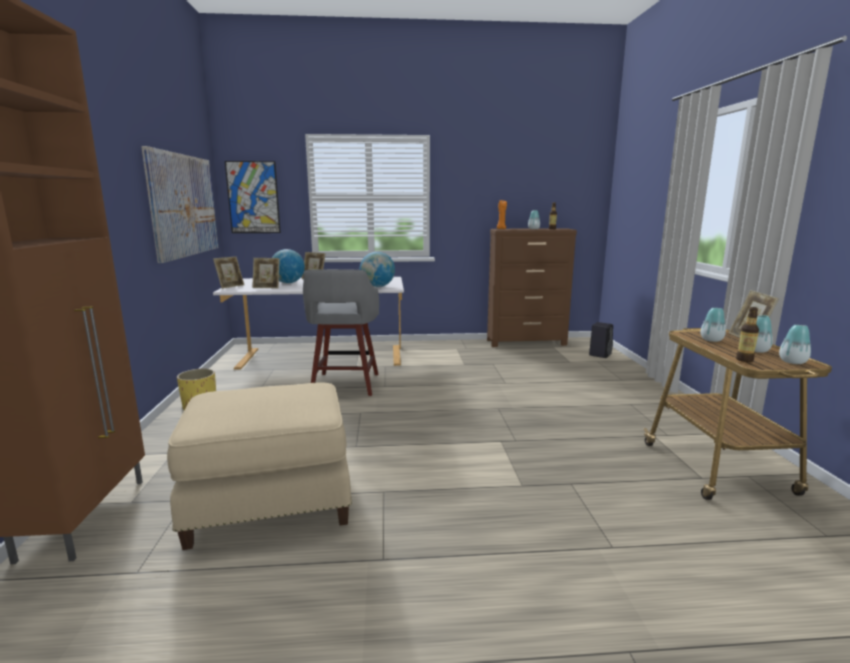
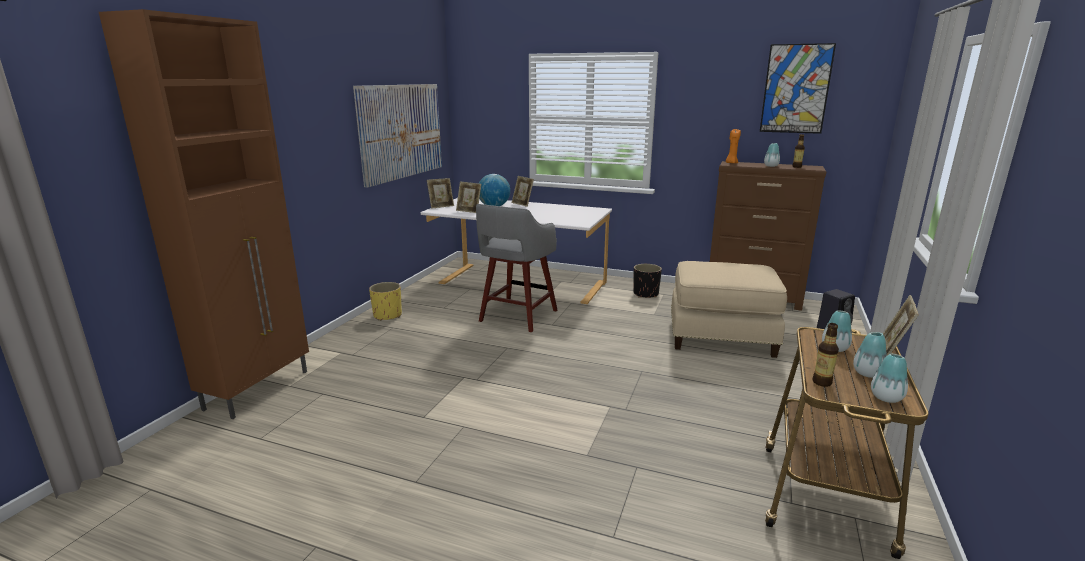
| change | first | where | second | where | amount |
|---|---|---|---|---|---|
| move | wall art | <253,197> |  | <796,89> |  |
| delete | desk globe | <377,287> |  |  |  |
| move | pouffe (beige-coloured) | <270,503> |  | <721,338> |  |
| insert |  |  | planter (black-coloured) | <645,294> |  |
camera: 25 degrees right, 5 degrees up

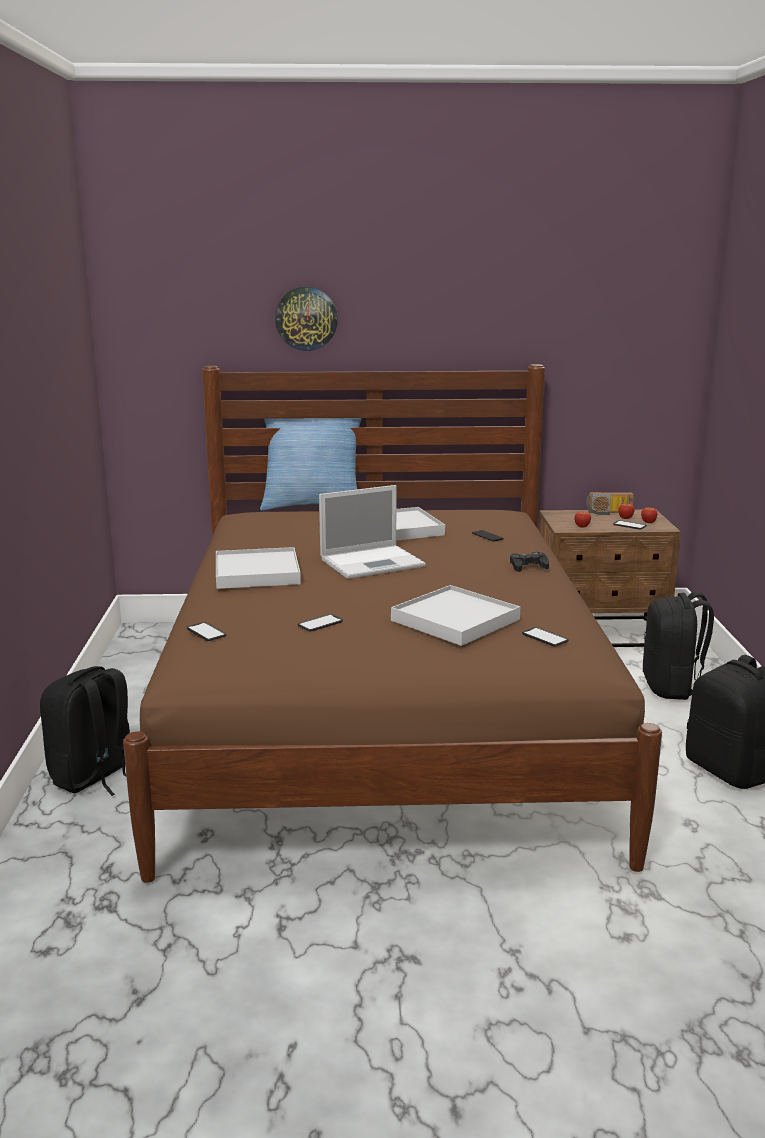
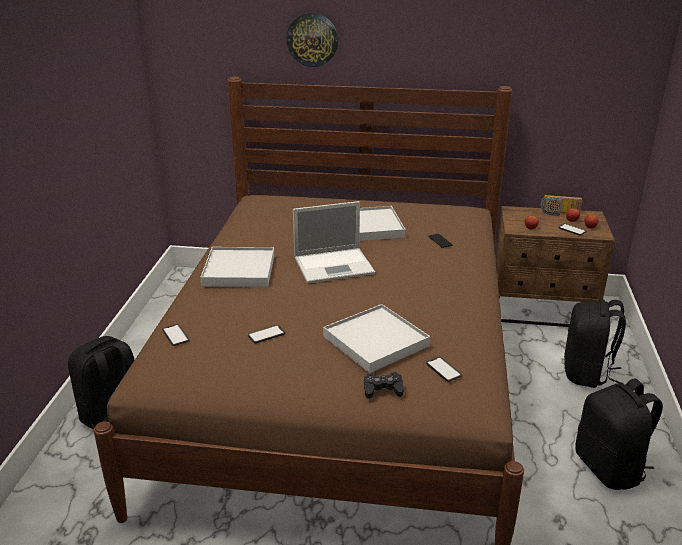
| change | first | where | second | where | amount |
|---|---|---|---|---|---|
| delete | pillow | <313,506> |  |  |  |
| move | game controller (black-coloured) | <528,566> |  | <383,389> |  |
camera: 10 degrees right, 10 degrees up

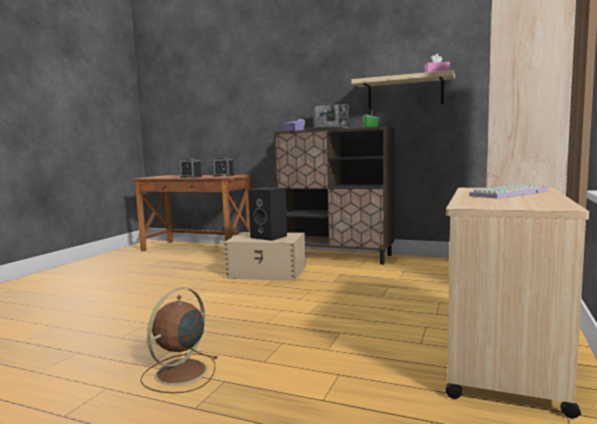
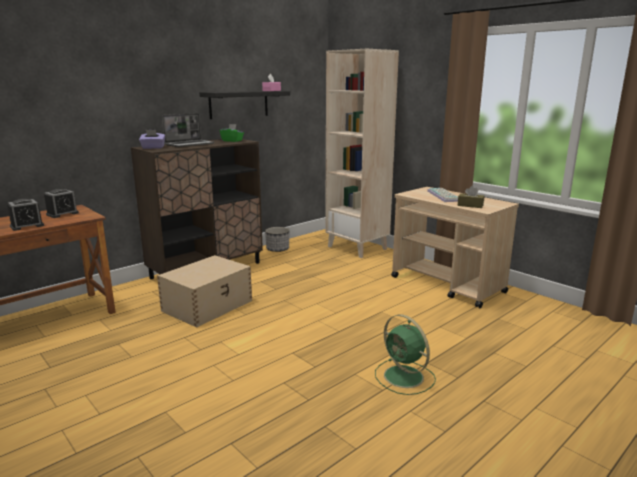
| change | first | where | second | where | amount |
|---|---|---|---|---|---|
| recolor | bracket shelf (beige-coloured) | <405,92> | bracket shelf (black-coloured) | <239,104> |  |
| delete | audio speaker (black-coloured) | <269,237> |  |  |  |
| recolor | cooling fan (brownish) | <179,373> | cooling fan (green-coloured) | <405,377> |  |
| insert |  |  | tissue holder (brownish) | <470,205> |  |
| insert |  |  | planter | <277,249> |  |
camera: 65 degrees left, 10 degrees up

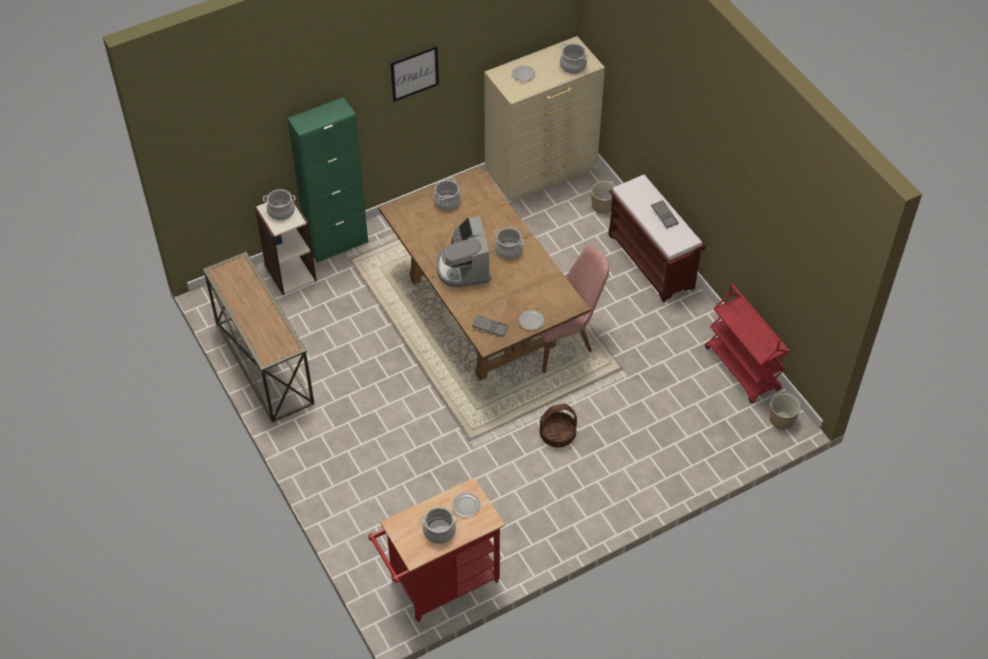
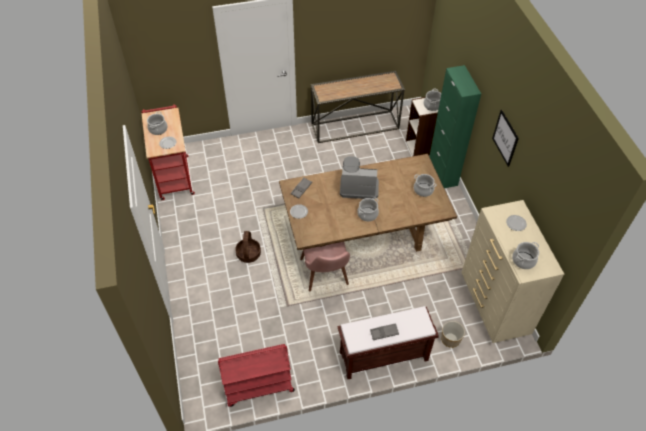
| change | first | where | second | where | amount |
|---|---|---|---|---|---|
| delete | planter | <782,419> |  |  |  |
camera: 105 degrees right, 0 degrees up

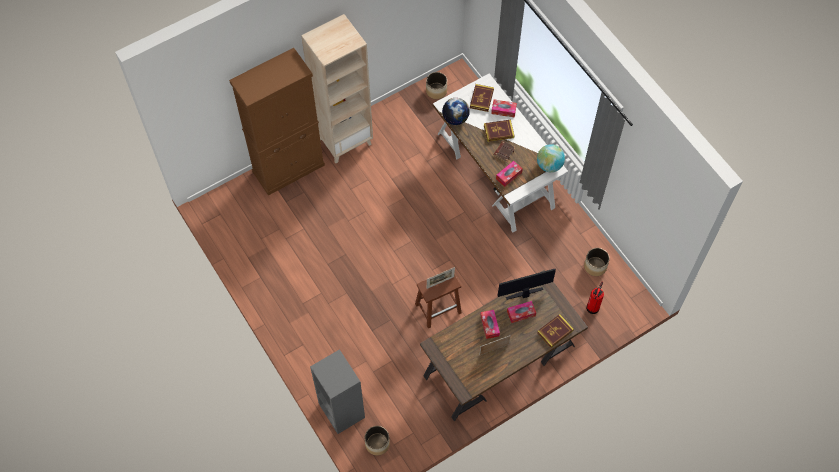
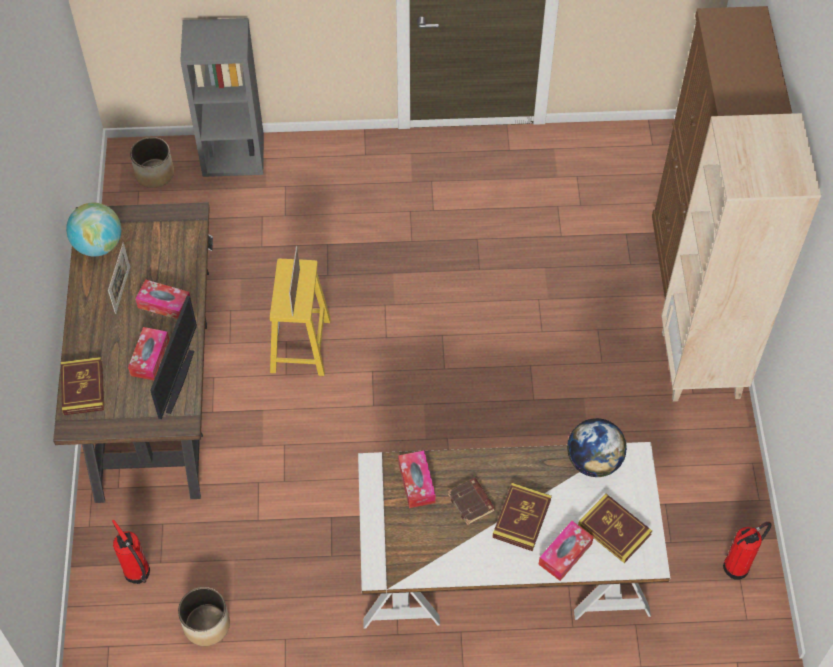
| change | first | where | second | where | amount |
|---|---|---|---|---|---|
| replace | planter | <436,91> | fire extinguisher | <738,566> |  |
| move | desk globe | <549,165> |  | <98,245> |  |
| recolor | sitting stool (brownish) | <438,308> | sitting stool (yellow) | <300,346> |  |
camera: 120 degrees right, 5 degrees down

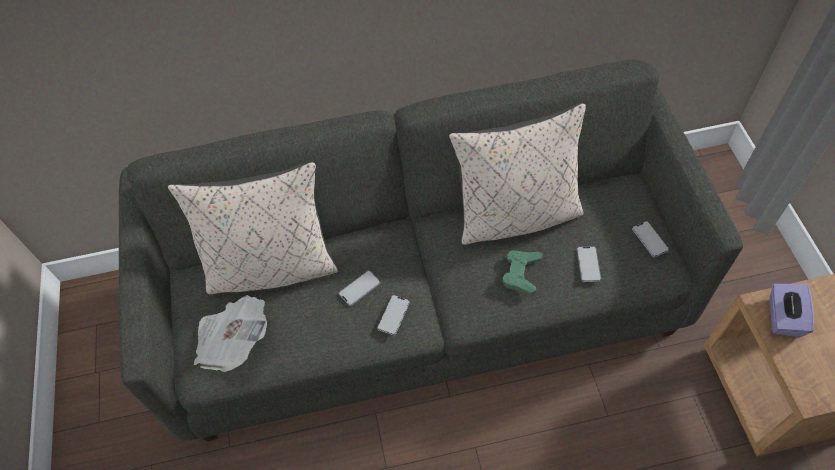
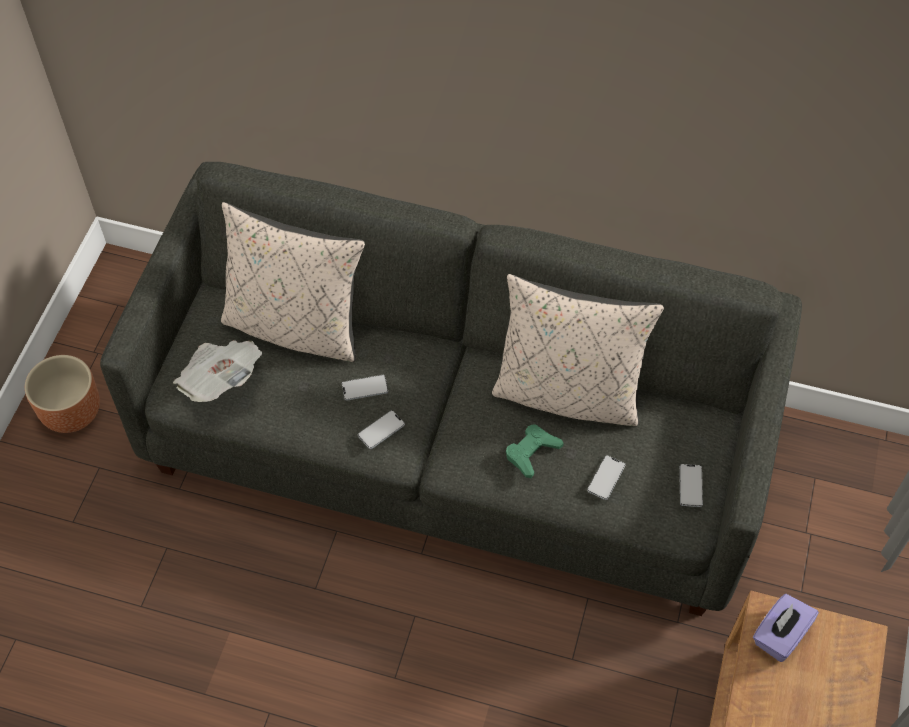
| change | first | where | second | where | amount |
|---|---|---|---|---|---|
| insert |  |  | planter (brownish) | <72,411> |  |
camera: 25 degrees right, 0 degrees up

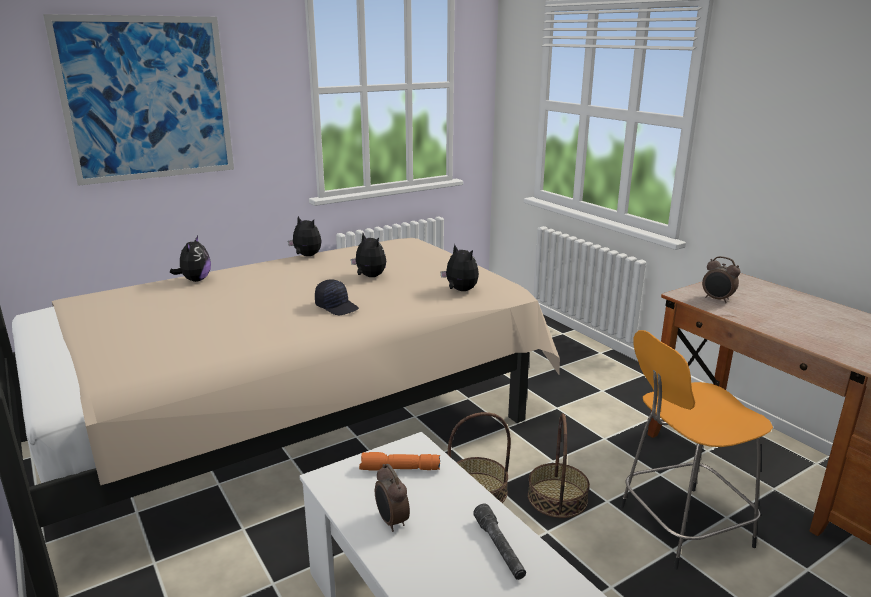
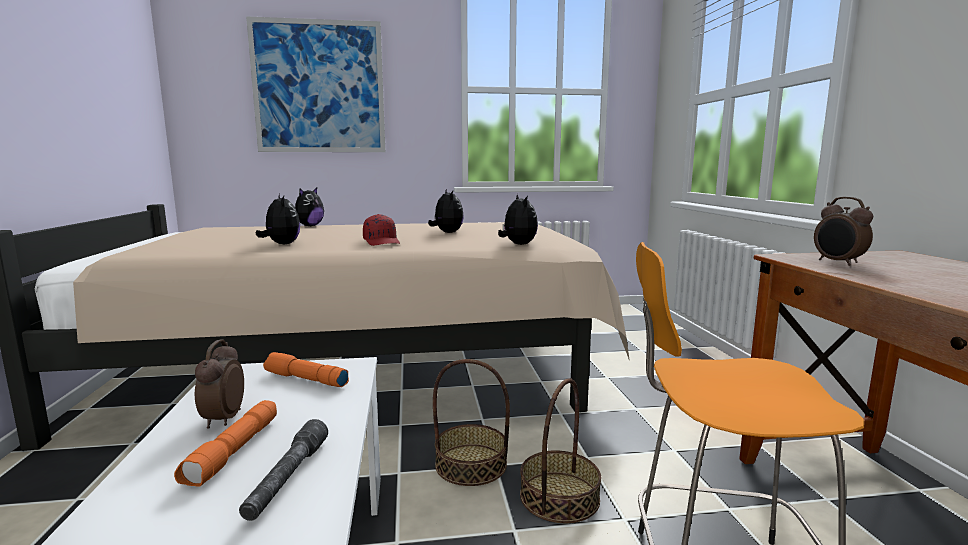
| change | first | where | second | where | amount |
|---|---|---|---|---|---|
| move | soft toy | <306,256> |  | <281,244> |  |
| recolor | baseball cap (black-coloured) | <337,307> | baseball cap (red-coloured) | <382,242> |  |
| insert |  |  | flashlight (orangey) | <235,452> |  |
camera: 25 degrees right, 10 degrees down

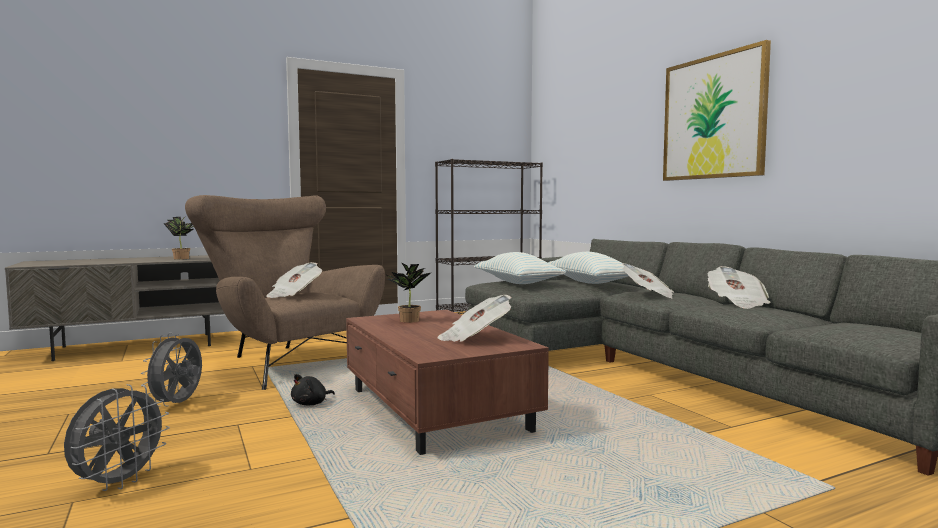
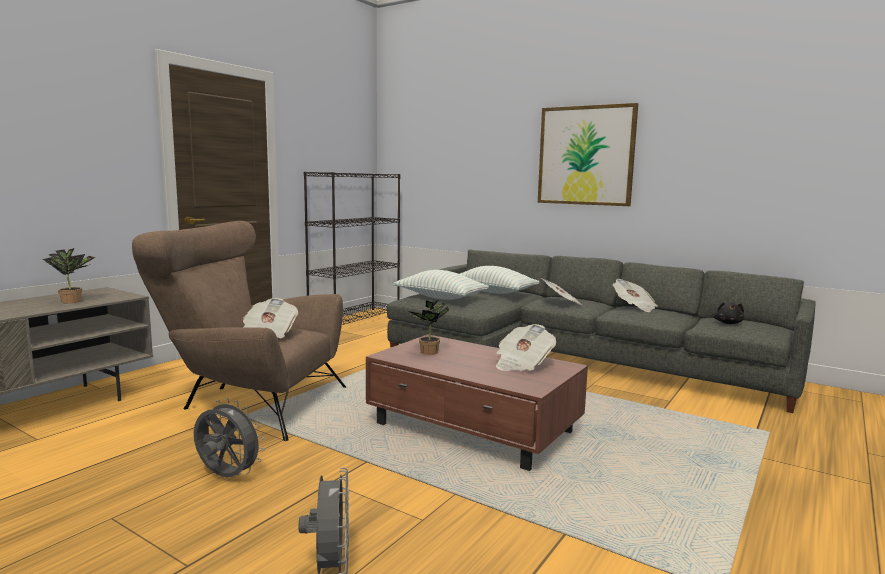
| change | first | where | second | where | amount |
|---|---|---|---|---|---|
| rotate | cooling fan (gray) | <177,405> |  | <226,477> | 135 degrees clockwise |
| move | soft toy (black-coloured) | <311,404> |  | <728,323> |  |
camera: 30 degrees left, 5 degrees up

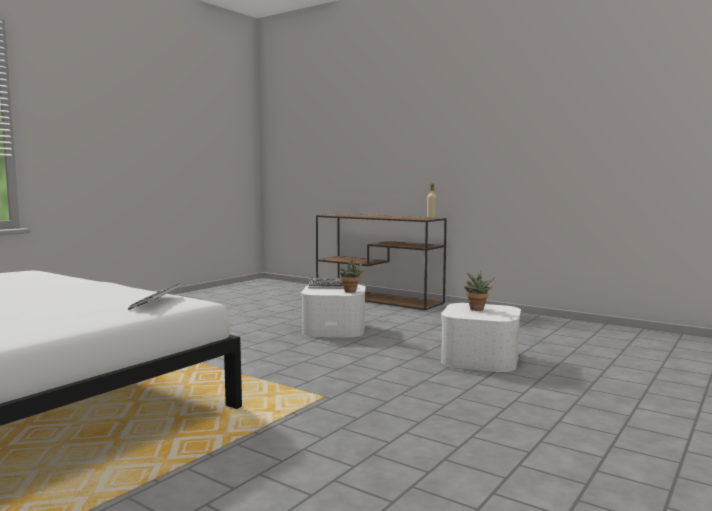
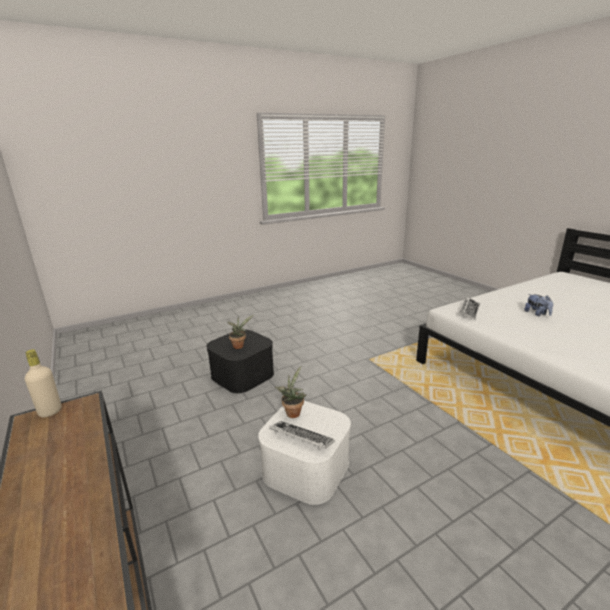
| change | first | where | second | where | amount |
|---|---|---|---|---|---|
| recolor | storage bin (whitish) | <480,359> | storage bin (black-coloured) | <242,374> |  |
| insert |  |  | soft toy | <537,314> |  |
camera: 155 degrees left, 15 degrees up

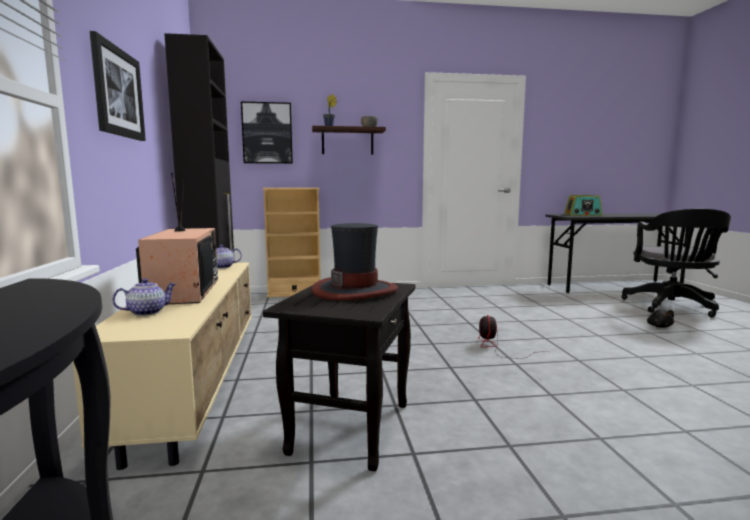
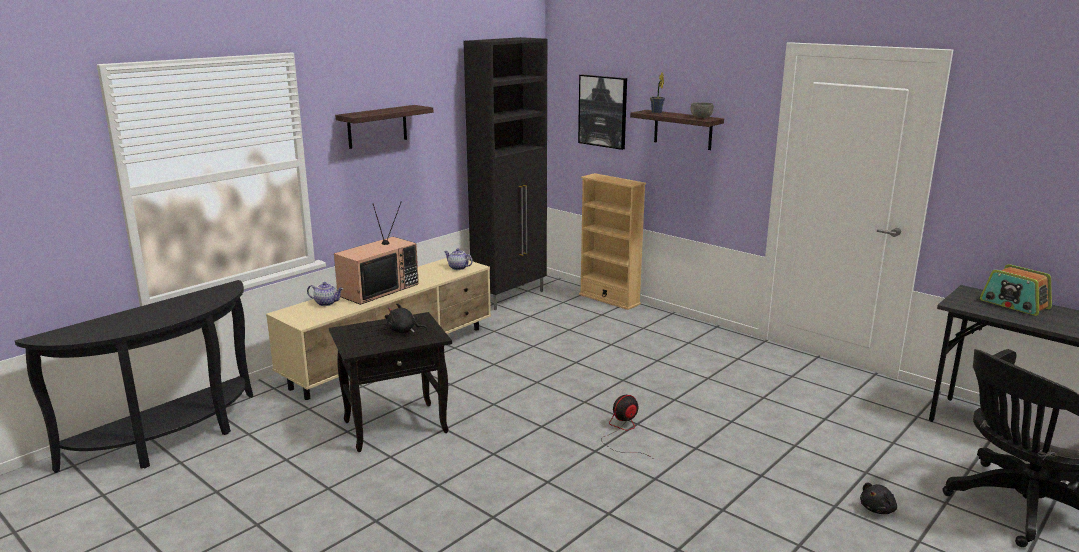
| change | first | where | second | where | amount |
|---|---|---|---|---|---|
| replace | wall art | <117,92> | bracket shelf | <377,126> |  |
| replace | hat | <355,290> | soft toy (black-coloured) | <404,331> |  |
camera: 50 degrees right, 10 degrees up

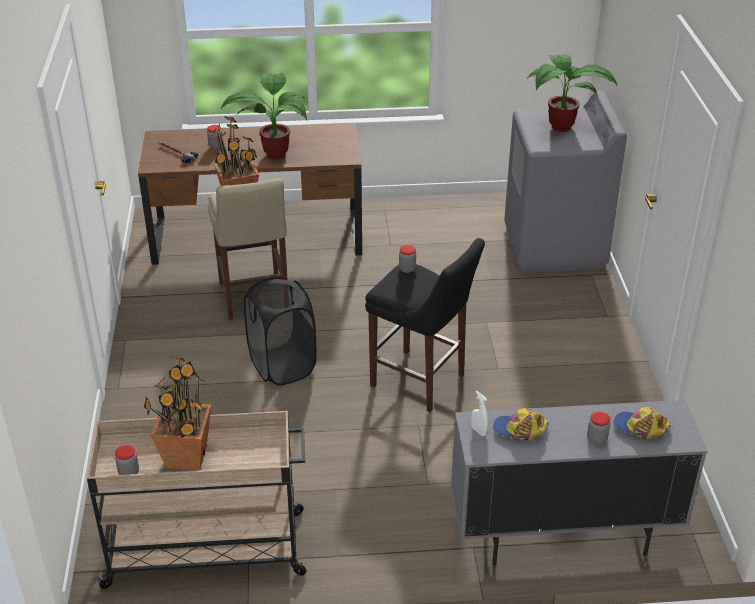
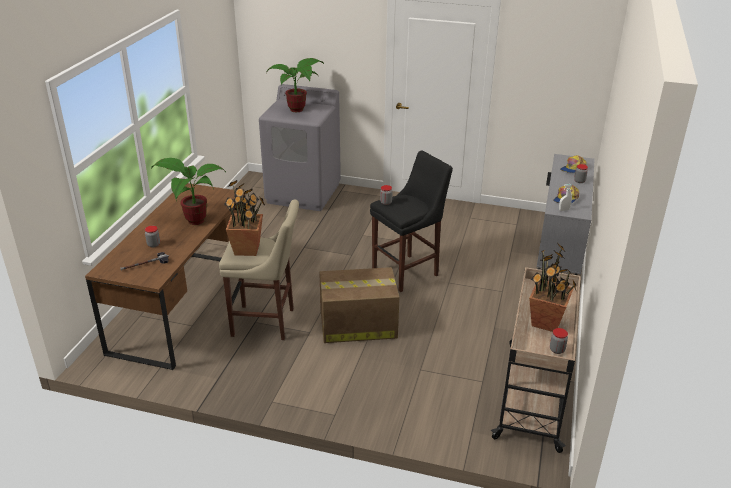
| change | first | where | second | where | amount |
|---|---|---|---|---|---|
| replace | hamper (black-coloured) | <282,366> | cardboard box | <357,325> |  |
camera: 70 degrees left, 5 degrees down

